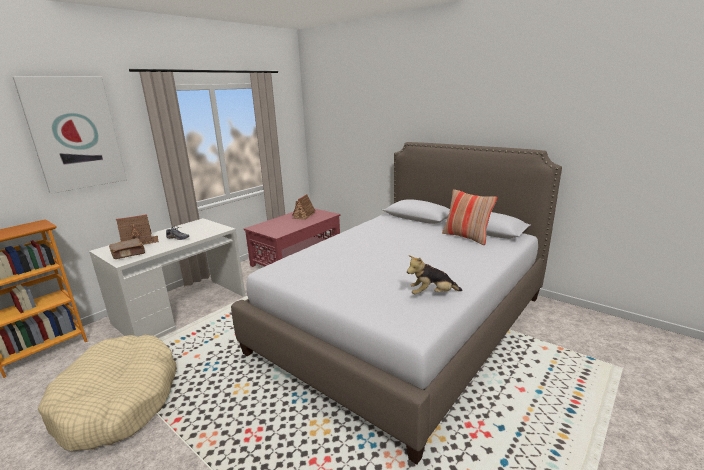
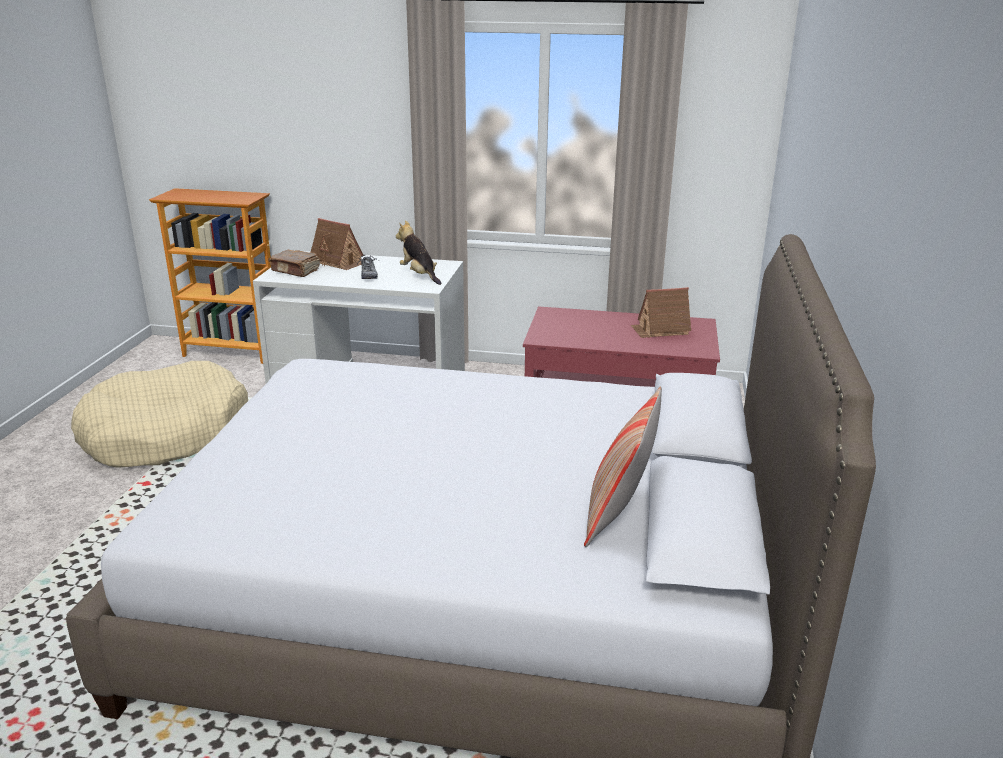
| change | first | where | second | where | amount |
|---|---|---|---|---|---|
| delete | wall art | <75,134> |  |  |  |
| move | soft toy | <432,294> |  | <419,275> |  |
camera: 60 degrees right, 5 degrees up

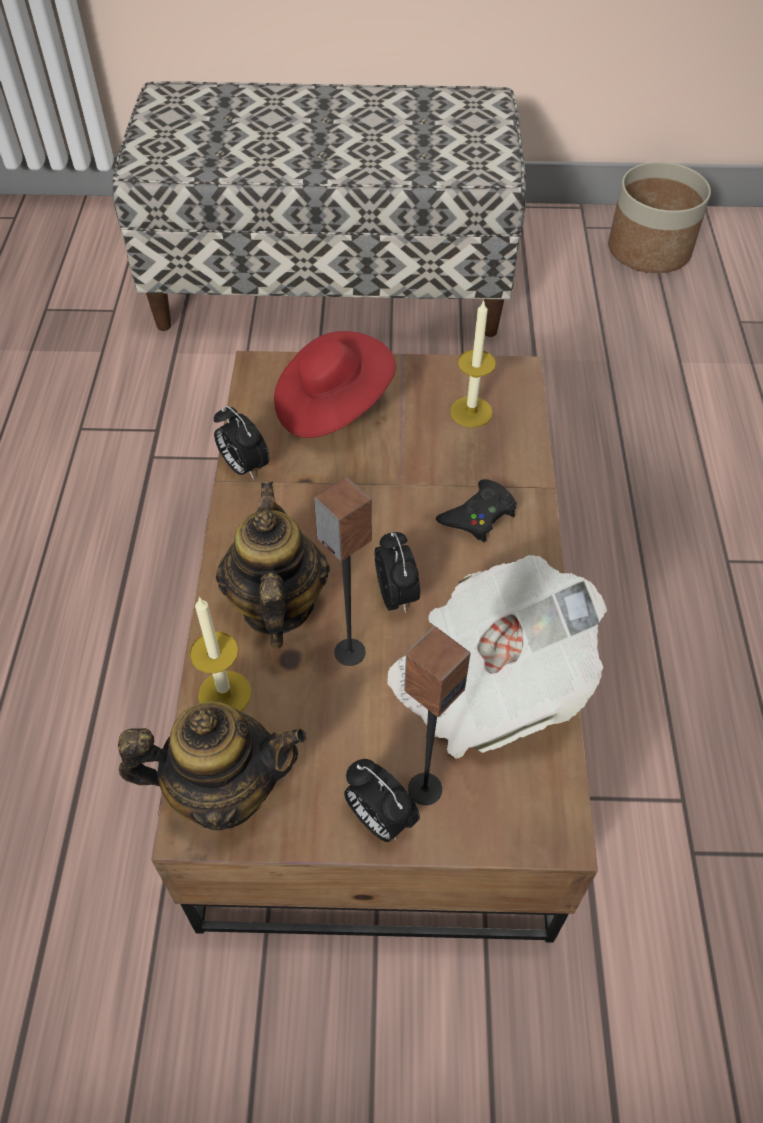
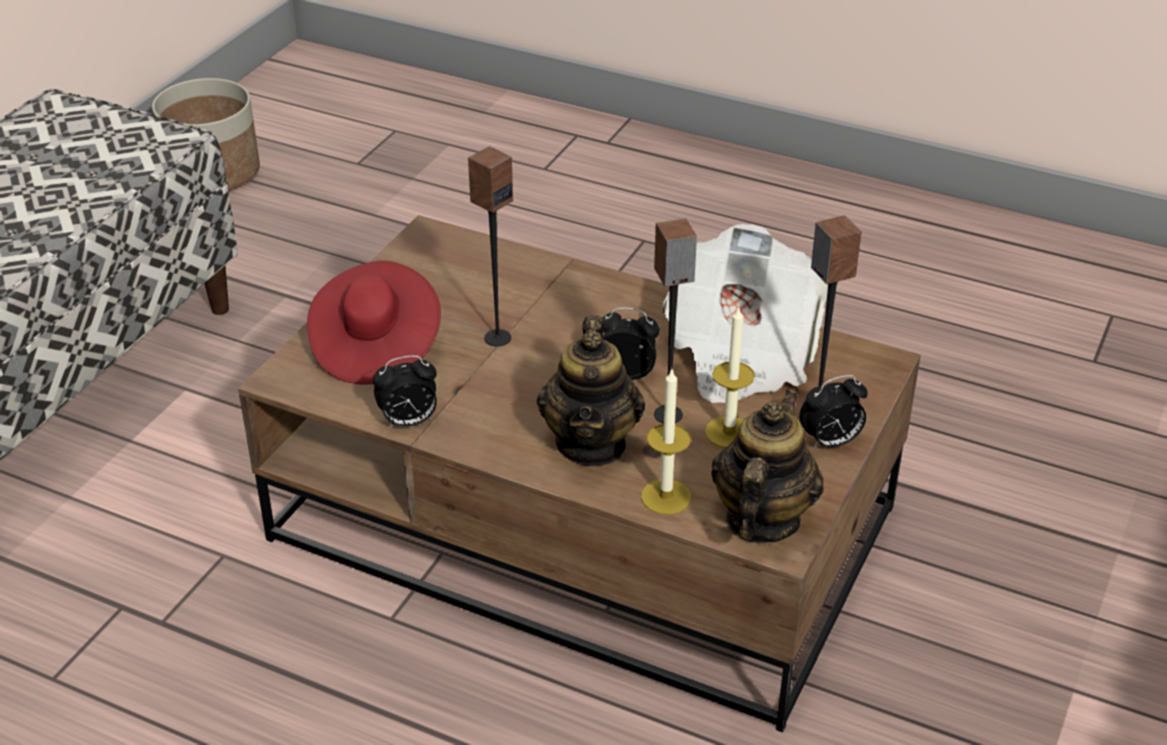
| change | first | where | second | where | amount |
|---|---|---|---|---|---|
| move | wax candle | <471,412> |  | <729,432> |  |
| delete | game controller (black-coloured) | <478,515> |  |  |  |
| rotate | teapot | <276,606> |  | <592,443> | 105 degrees counterclockwise |
| insert |  |  | audio speaker | <497,338> |  |
camera: 65 degrees left, 15 degrees down

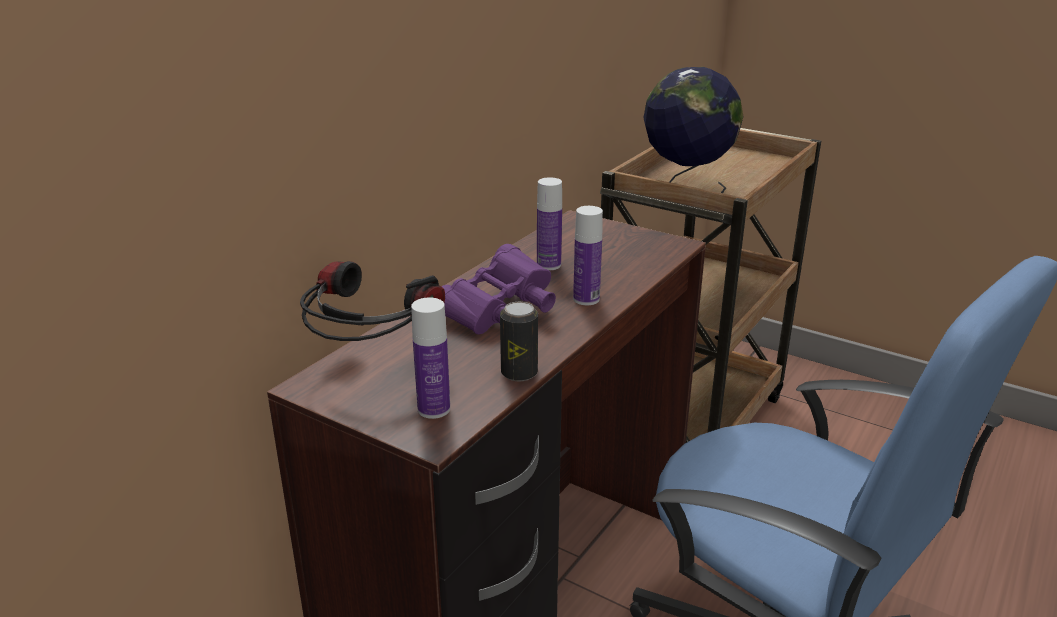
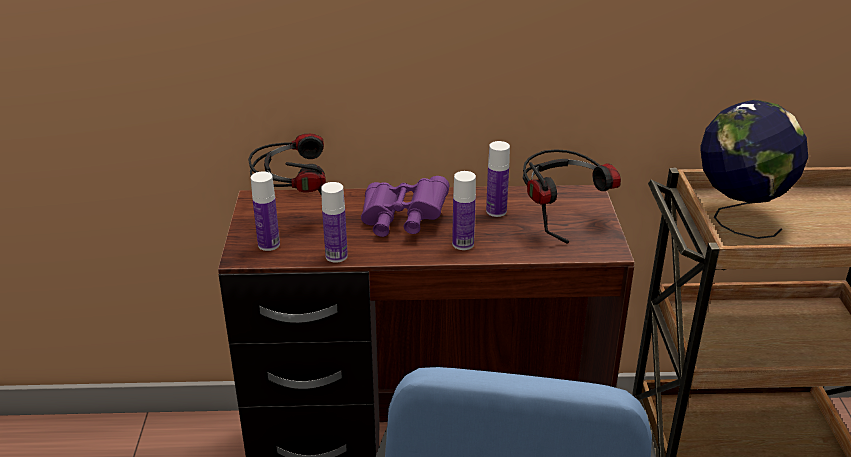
| change | first | where | second | where | amount |
|---|---|---|---|---|---|
| replace | sealed can | <519,373> | beverage bottle | <336,256> |  |
| insert |  |  | headset | <561,219> |  |
camera: 55 degrees right, 5 degrees up

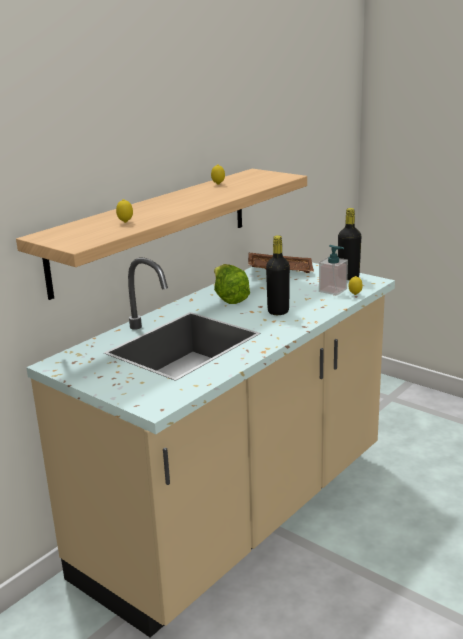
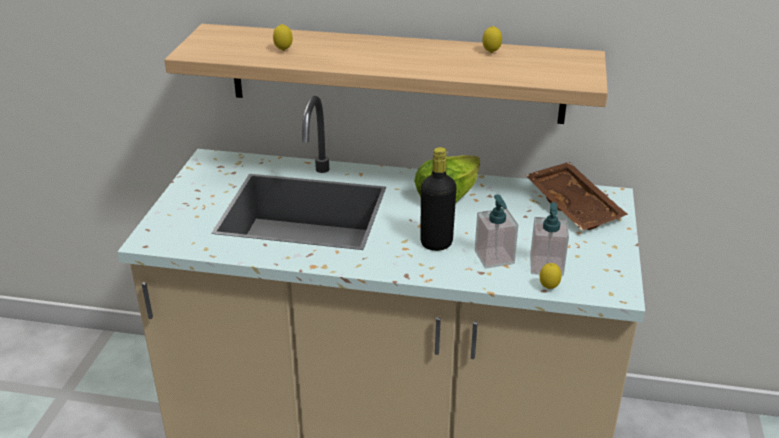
| change | first | where | second | where | amount |
|---|---|---|---|---|---|
| delete | beverage bottle (black-coloured) | <348,277> |  |  |  |
| insert |  |  | liquid soap bottle | <494,257> |  |
camera: 60 degrees right, 10 degrees up

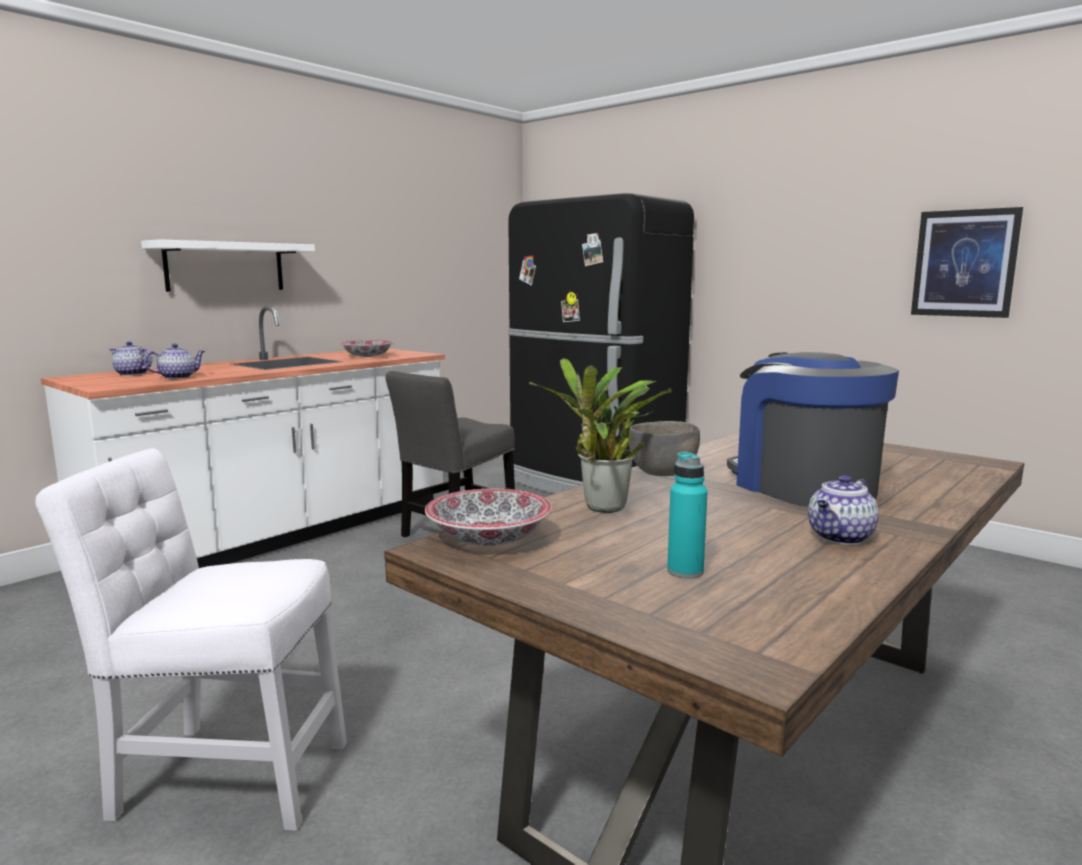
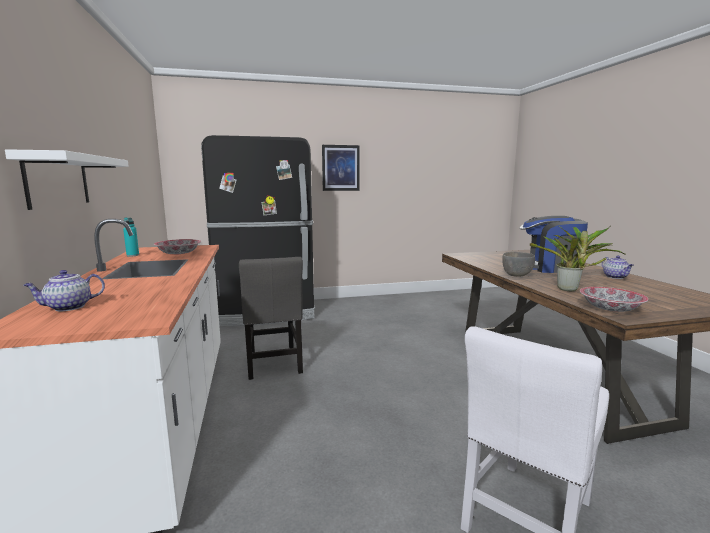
| change | first | where | second | where | amount |
|---|---|---|---|---|---|
| move | wall art | <964,263> |  | <340,168> |  |
| delete | teapot | <178,377> |  |  |  |
| move | beverage bottle (blue-green) | <685,571> |  | <133,255> |  |
camera: 55 degrees left, 0 degrees up

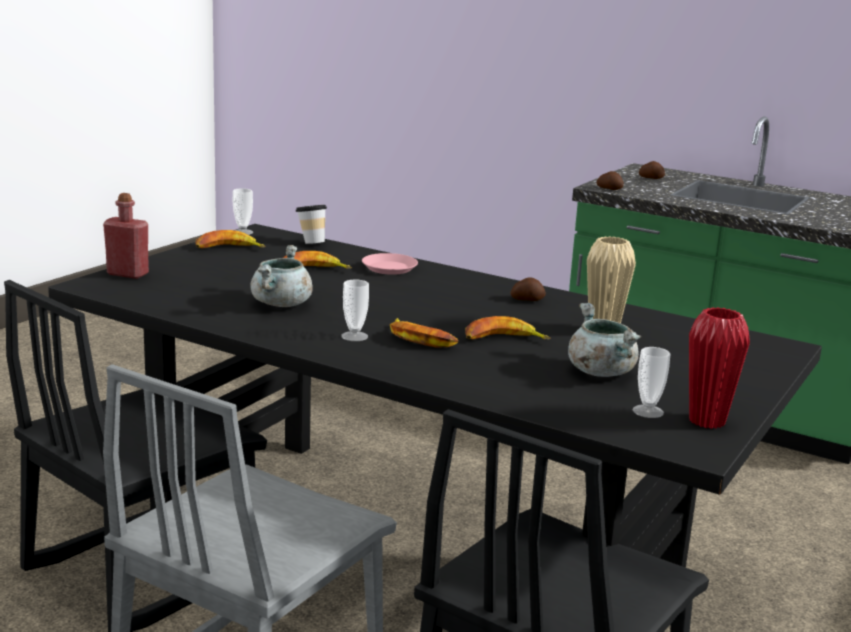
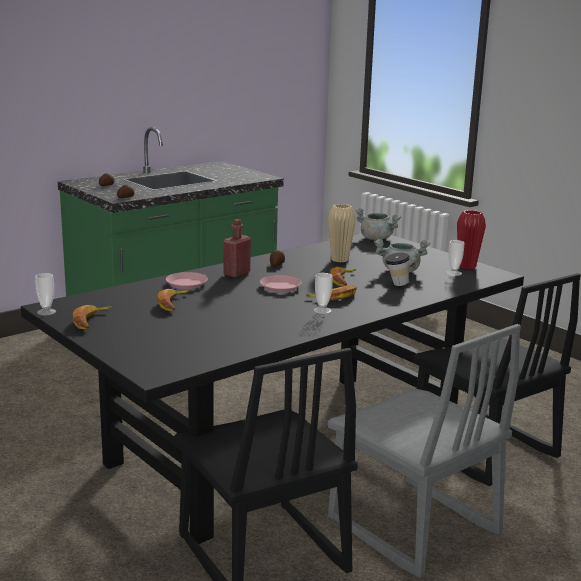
| change | first | where | second | where | amount |
|---|---|---|---|---|---|
| move | beverage bottle (red-coloured) | <127,274> |  | <236,273> |  |
| move | drinking cup | <311,243> |  | <396,284> |  |
| move | cooking pot (gray) | <281,304> |  | <377,238> |  |
| insert |  |  | flat dish (pink) | <280,287> |  |
camera: 70 degrees left, 0 degrees up

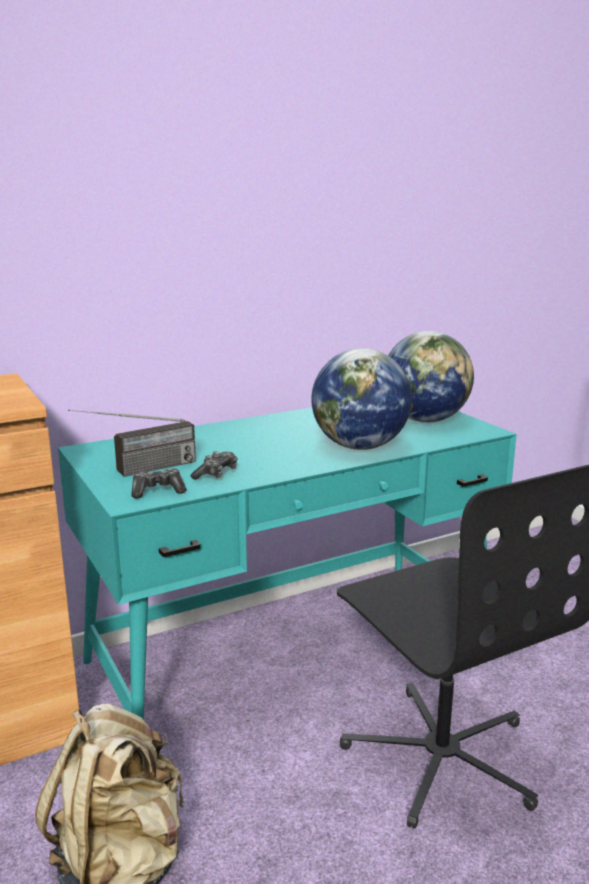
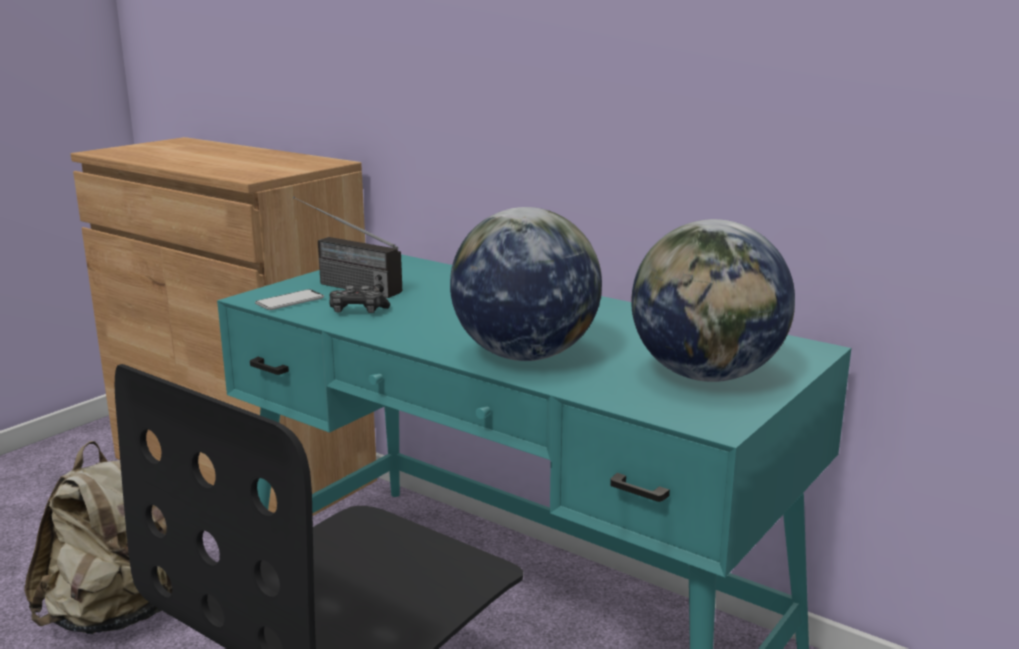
| change | first | where | second | where | amount |
|---|---|---|---|---|---|
| replace | game controller | <157,491> | phone | <290,301> |  |
camera: 65 degrees right, 0 degrees up

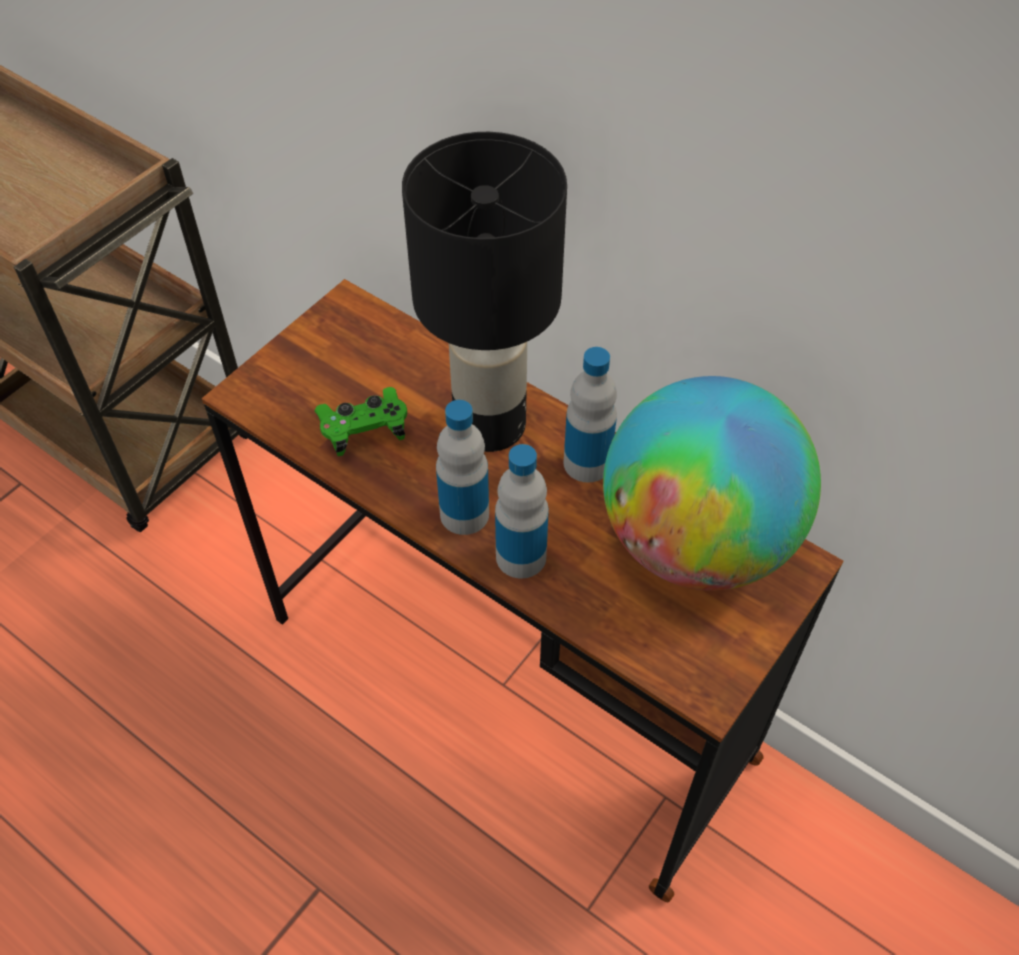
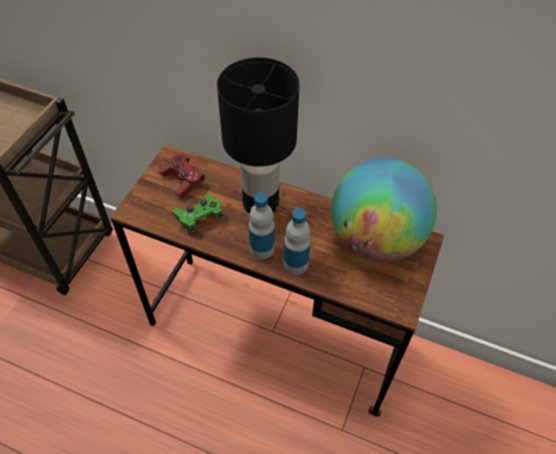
| change | first | where | second | where | amount |
|---|---|---|---|---|---|
| delete | beverage bottle | <587,463> |  |  |  |
| insert |  |  | game controller (red-coloured) | <183,180> |  |
camera: 15 degrees left, 0 degrees up

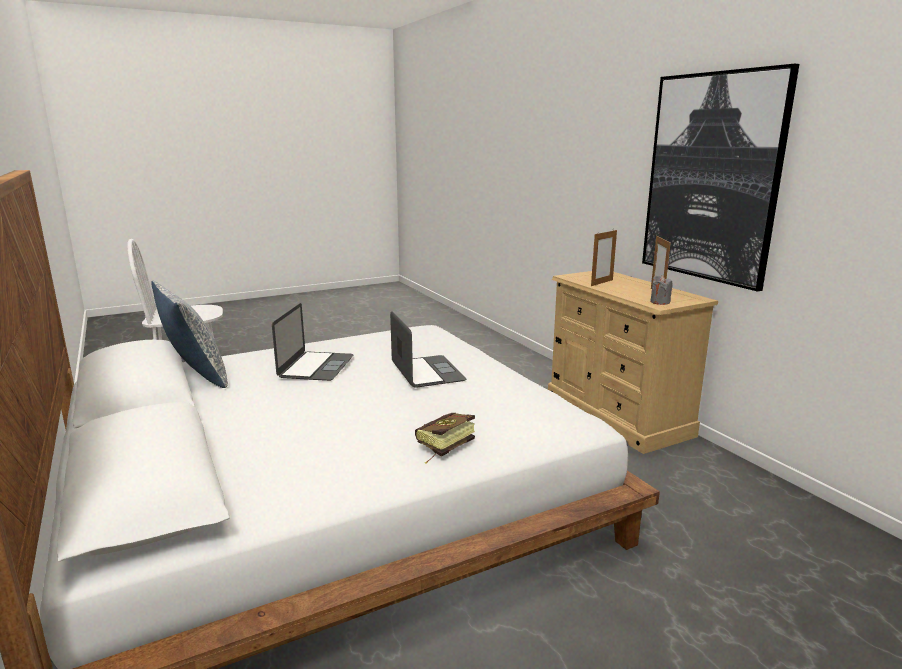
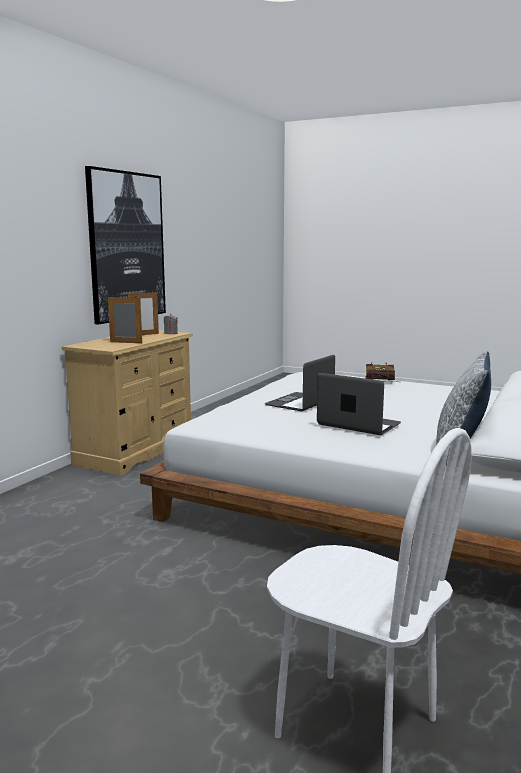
| change | first | where | second | where | amount |
|---|---|---|---|---|---|
| rotate | notebook computer | <316,366> |  | <358,424> | 60 degrees clockwise |
camera: 125 degrees left, 5 degrees down

